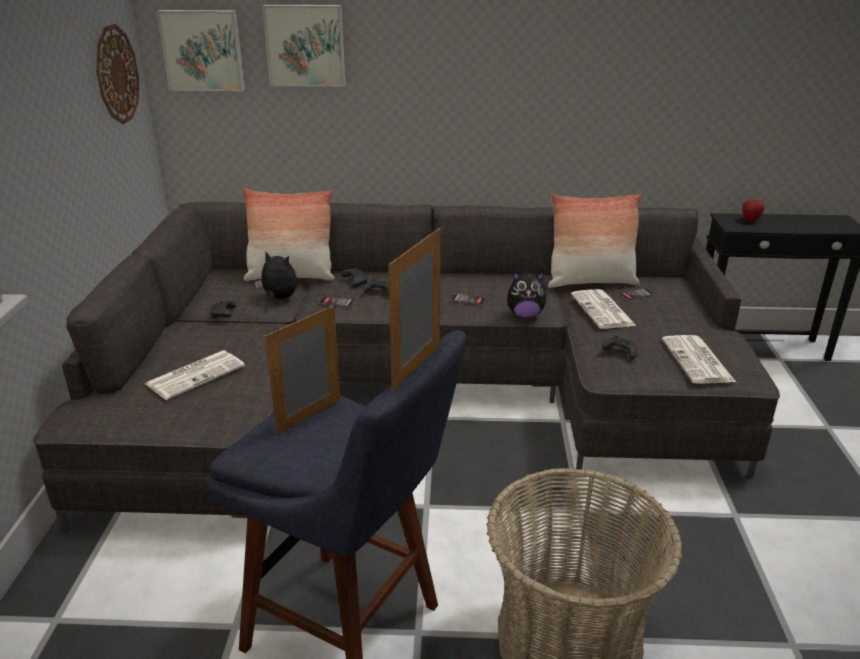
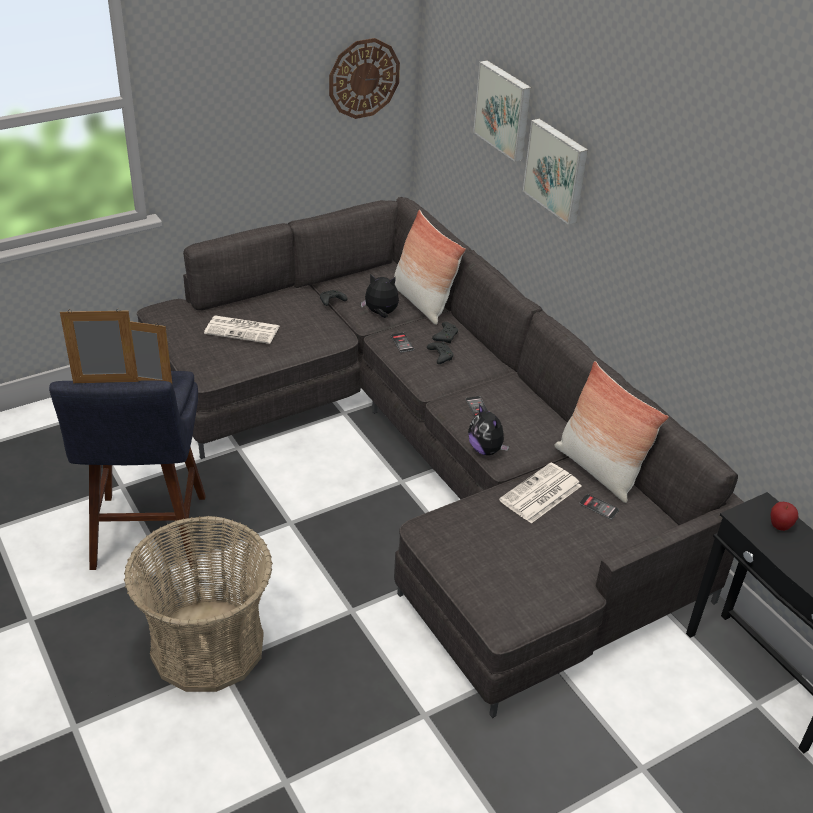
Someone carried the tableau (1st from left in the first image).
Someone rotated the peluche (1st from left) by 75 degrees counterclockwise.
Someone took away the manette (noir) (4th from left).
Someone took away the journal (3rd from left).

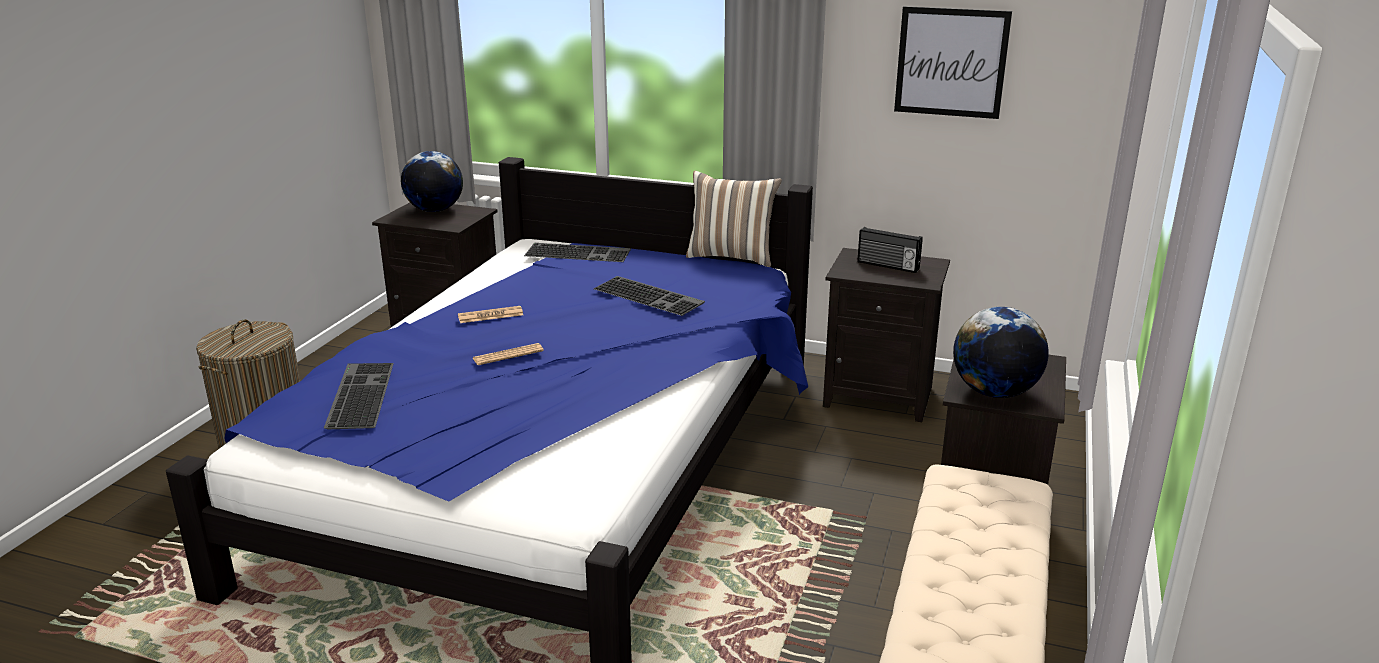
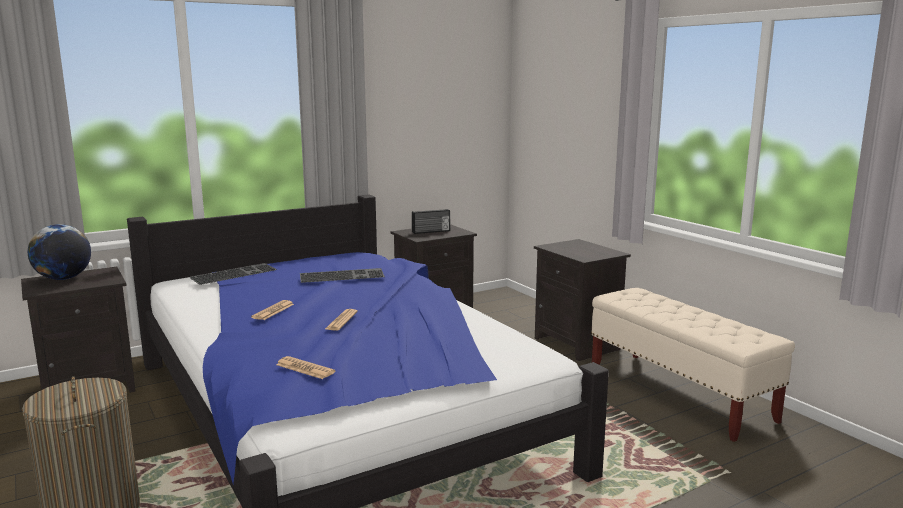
Someone took away the tableau.
Someone took away the coussin.
Someone took away the globe (2nd from left).
Someone swapped the clavier (1st from left) for the journal (2nd from left).

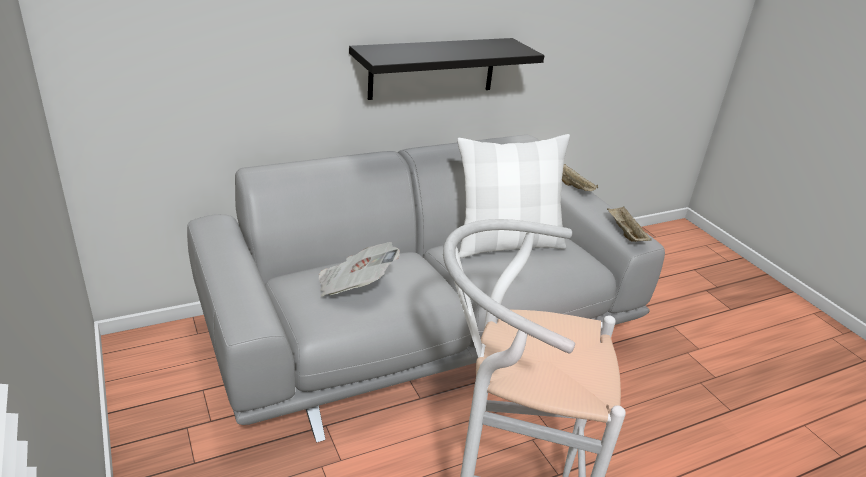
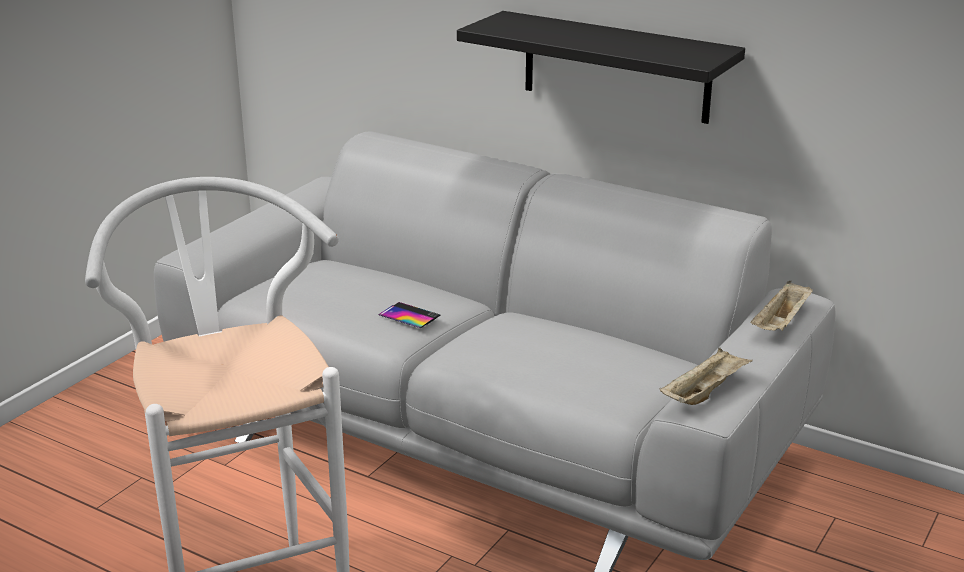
Someone took away the coussin (blanc).
Someone took away the journal.
Someone put down the téléphone.

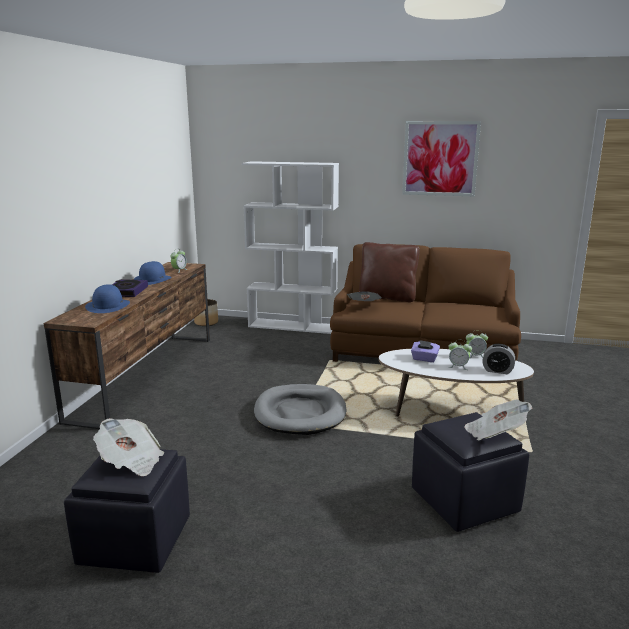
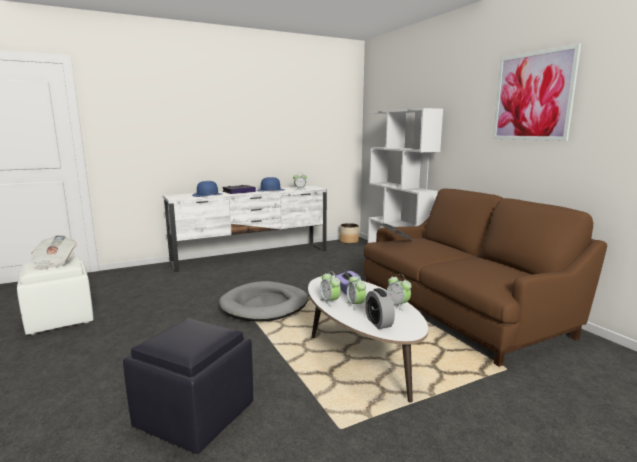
Someone took away the coussin (marron).
Someone repainted the meuble télé (marron), which became the meuble télé (blanc).
Someone took away the journal (3rd from left).
Someone repainted the pouf (noir) (1st from left), which became the pouf (blanc).
Someone put down the réveil (2nd from left).

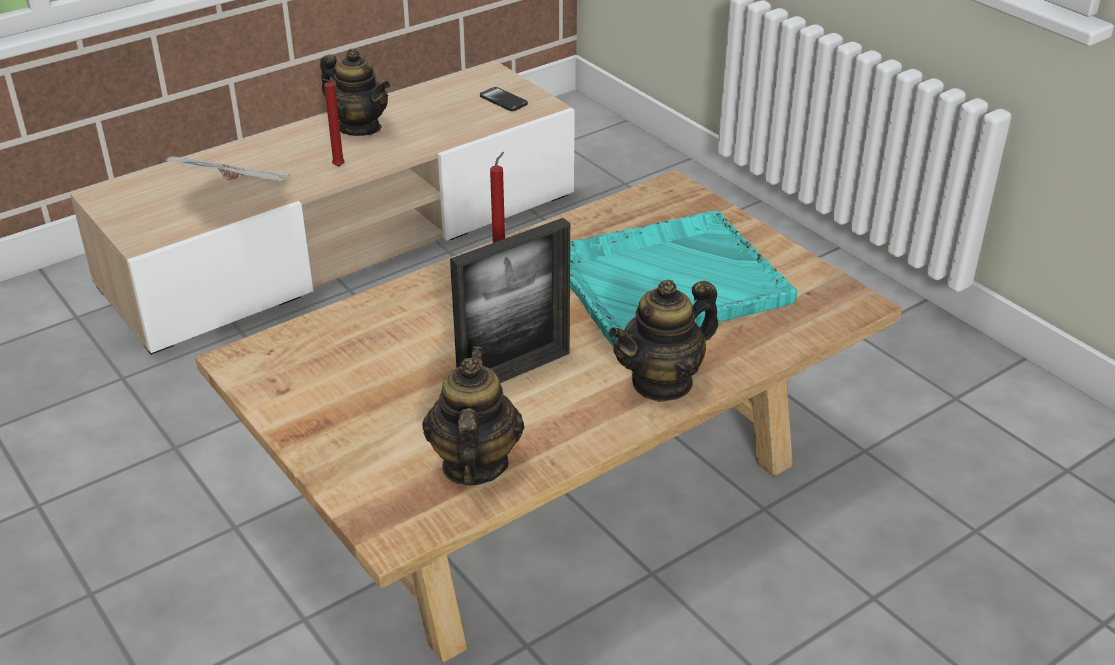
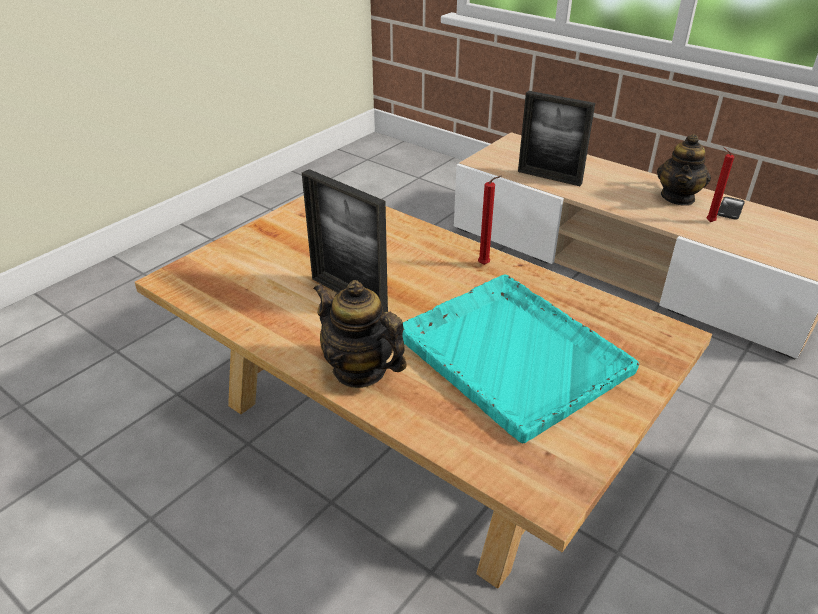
Someone carried the bougie (rouge) (1st from left in the first image).
Someone carried the téléphone.
Someone swapped the journal for the cadre photo (2nd from left).
Someone took away the théière (2nd from left).

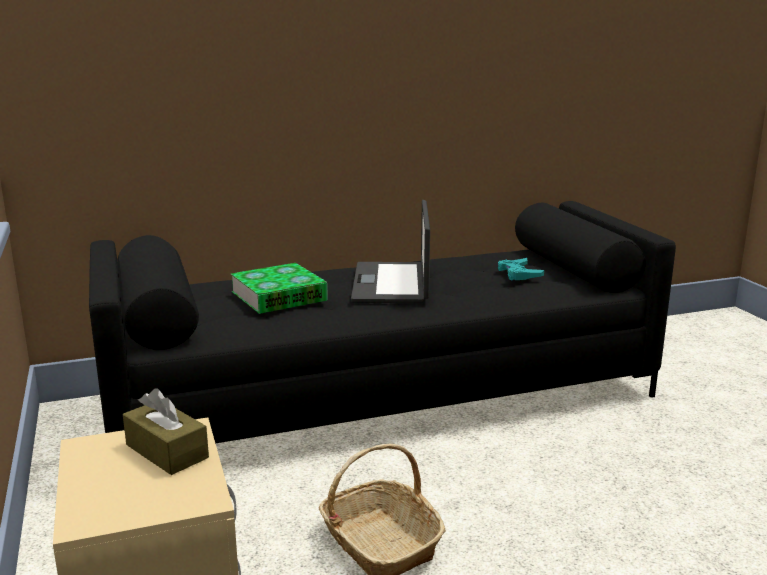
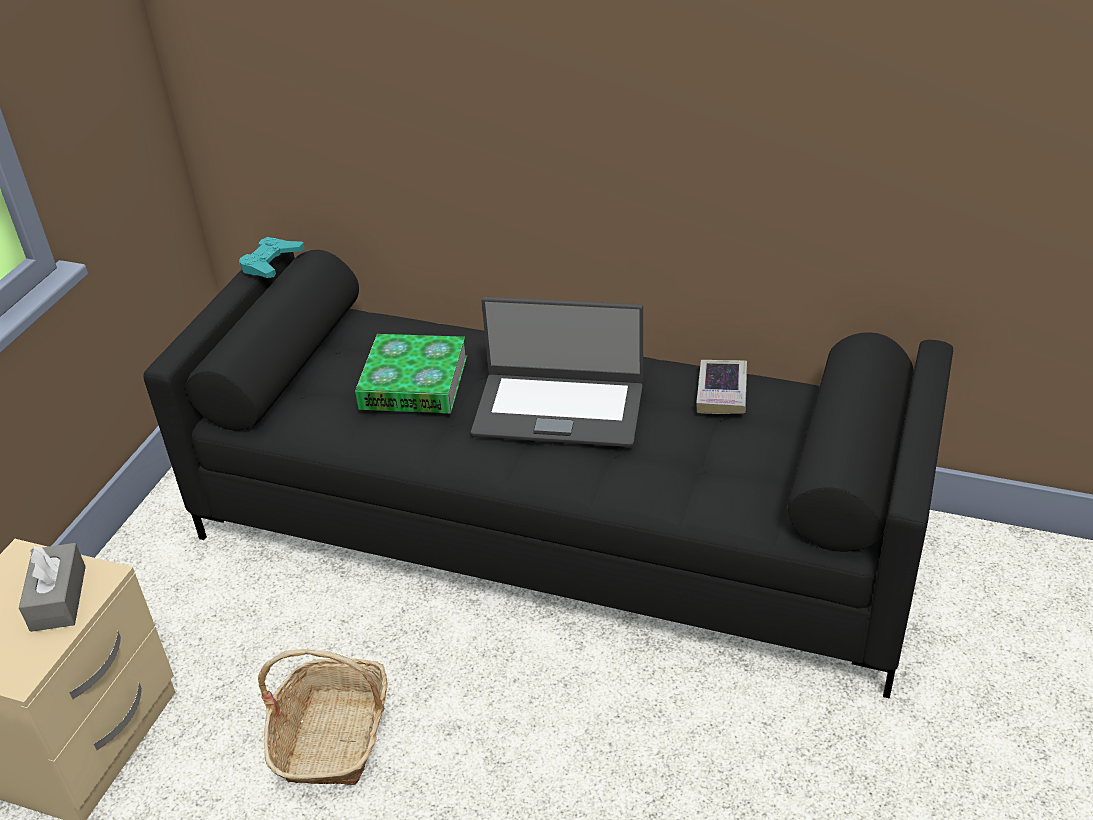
Someone rotated the ordinateur portable by 120 degrees counterclockwise.
Someone carried the manette (turquoise).
Someone repainted the boîte à mouchoirs (marron), which became the boîte à mouchoirs (gris).
Someone put down the livre (2nd from left).

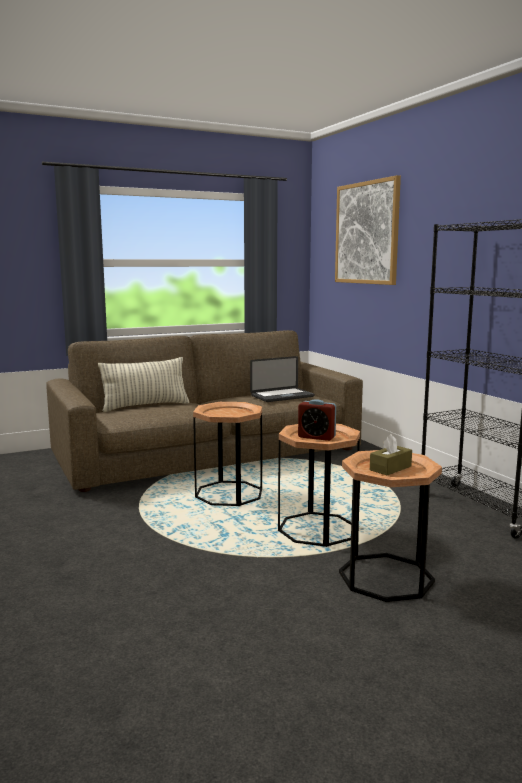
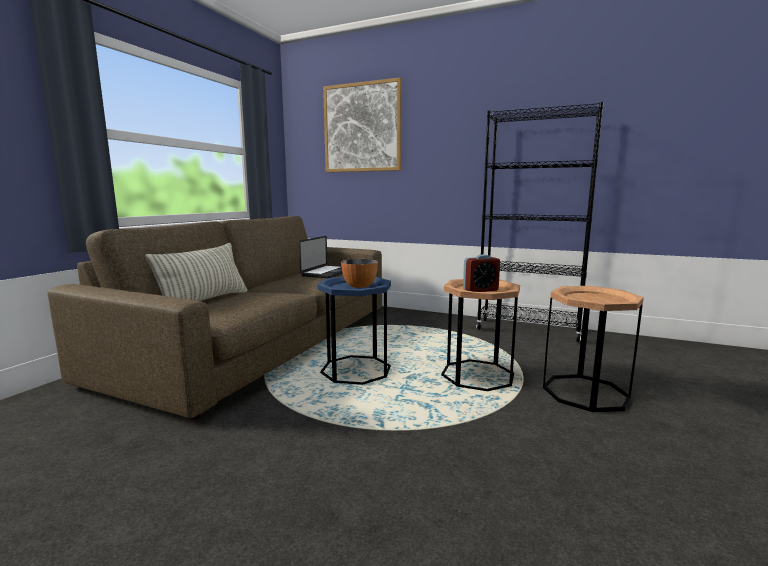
Someone repainted the table d'appoint (marron) (1st from left), which became the table d'appoint (bleu).
Someone took away the boîte à mouchoirs (marron).
Someone put down the bol.

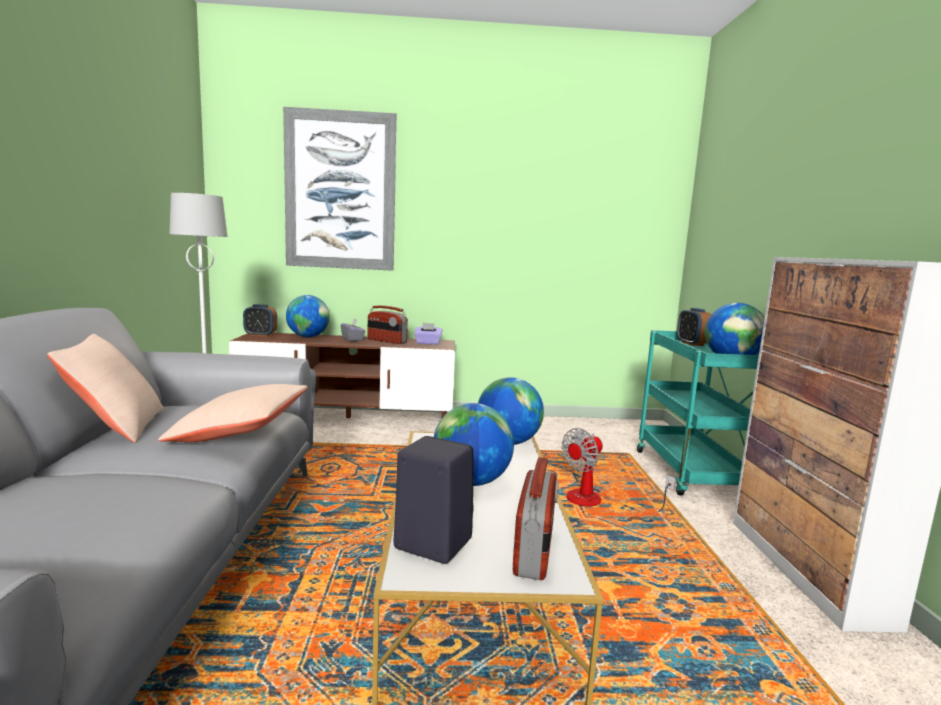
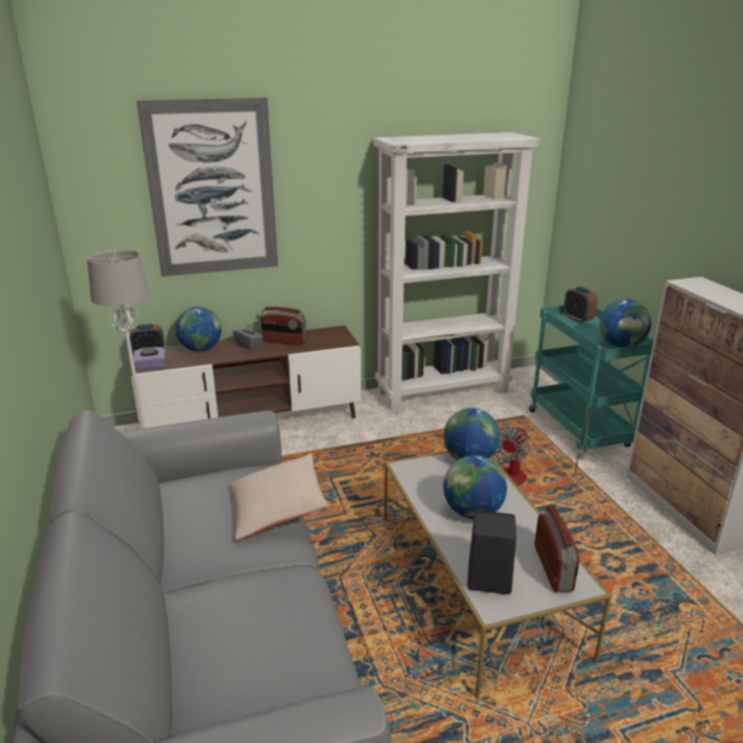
Someone carried the boîte à mouchoirs (violet).
Someone took away the coussin (beige) (1st from left).
Someone put down the bibliothèque (blanc).

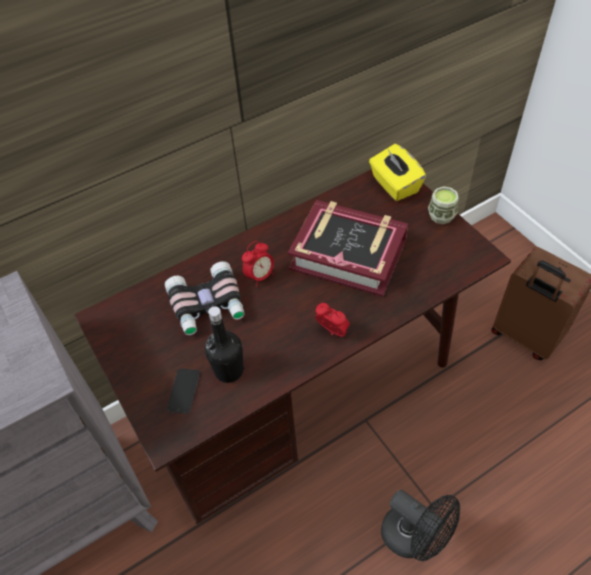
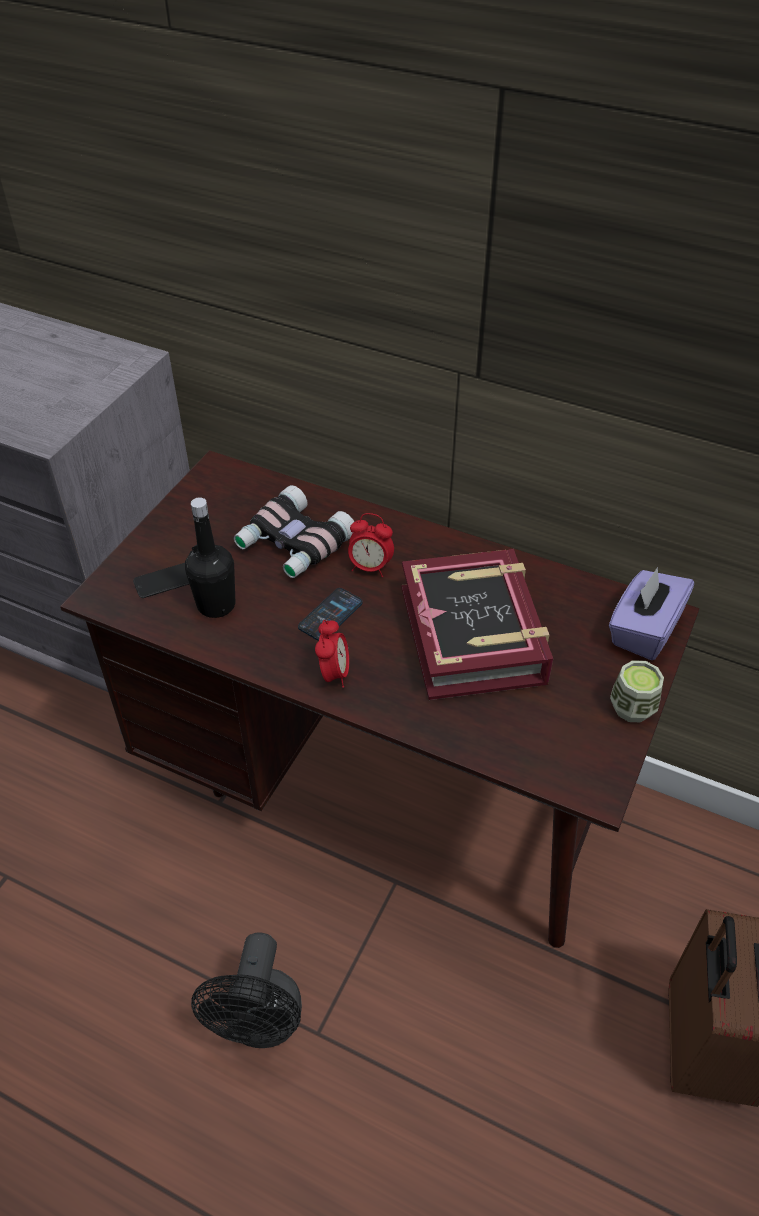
Someone repainted the boîte à mouchoirs (jaune), which became the boîte à mouchoirs (violet).
Someone put down the téléphone (2nd from left).

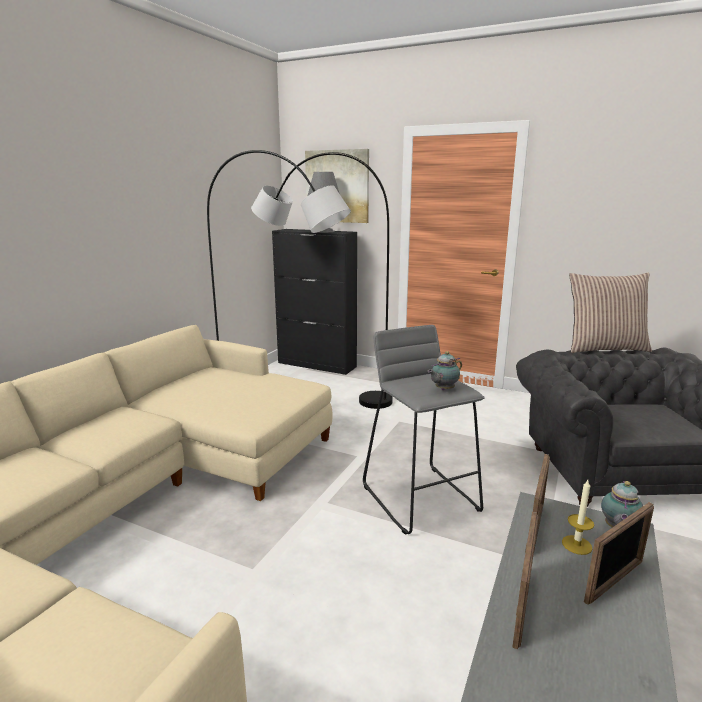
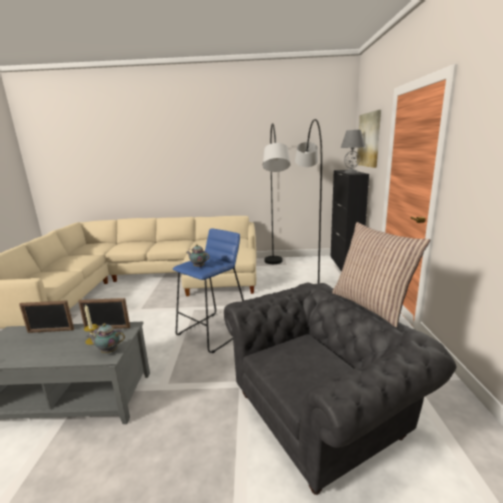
Someone repainted the tabouret (gris), which became the tabouret (bleu).
Someone took away the cadre photo (3rd from left).

